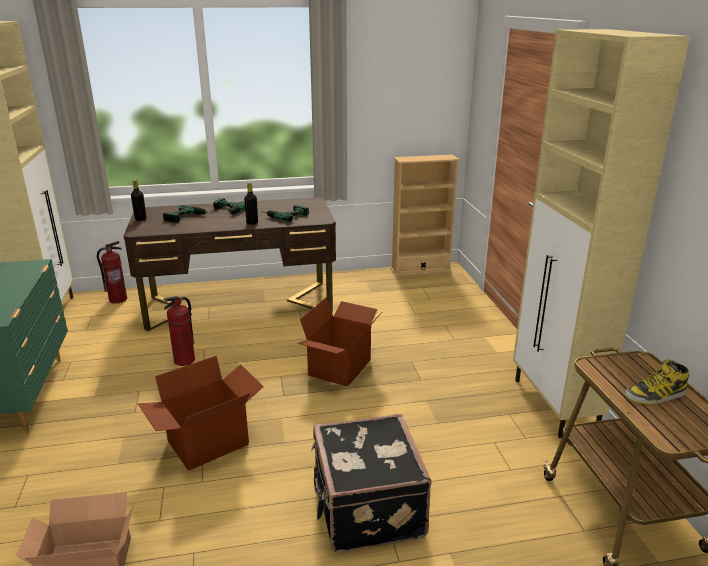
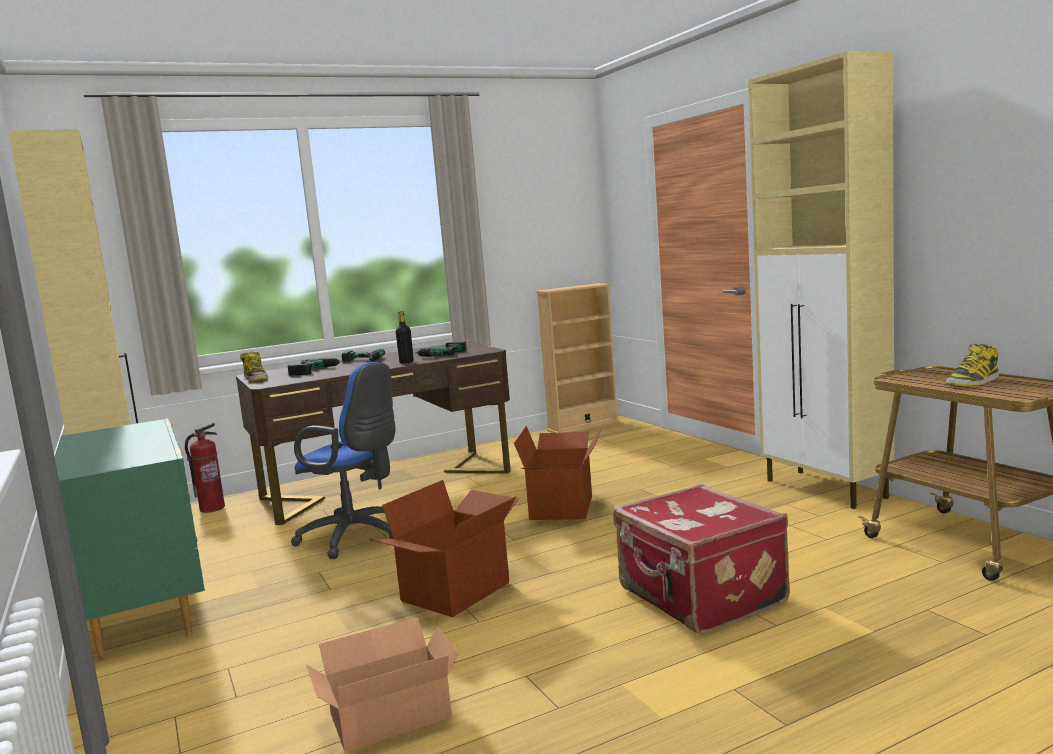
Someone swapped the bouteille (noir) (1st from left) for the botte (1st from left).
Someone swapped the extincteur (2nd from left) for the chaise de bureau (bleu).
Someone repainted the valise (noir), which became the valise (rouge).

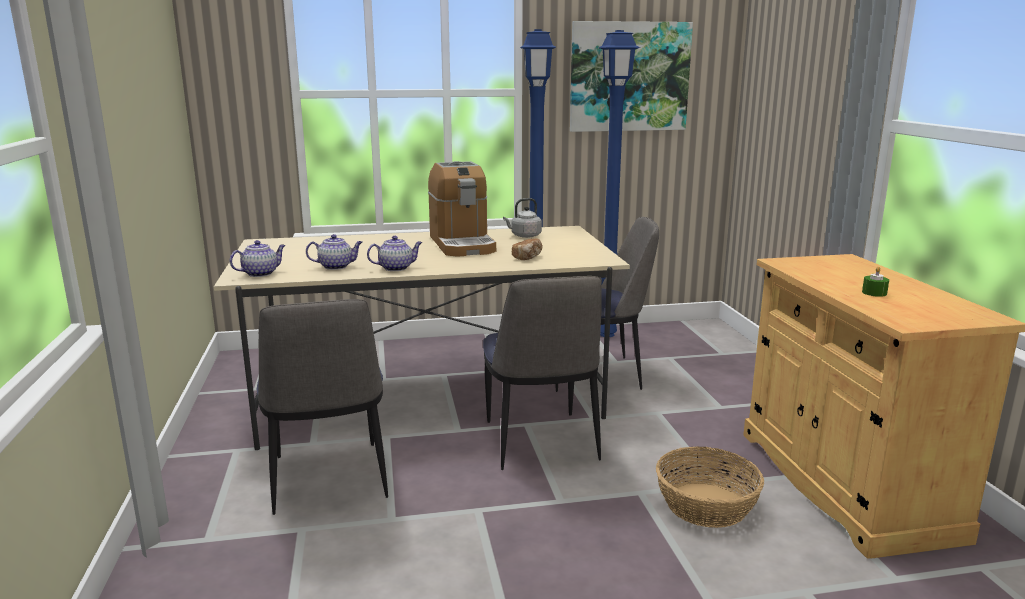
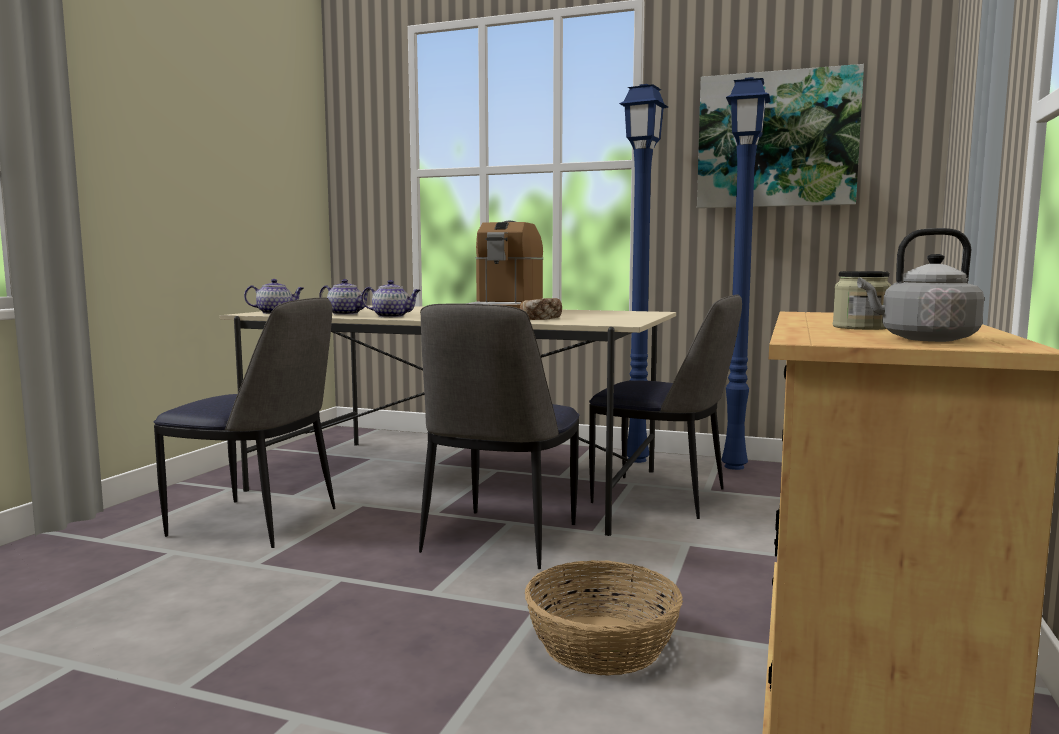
Someone carried the bouilloire (gris).
Someone swapped the bougie (vert) for the bocal.
Someone rotated the chaise (1st from left) by 90 degrees counterclockwise.

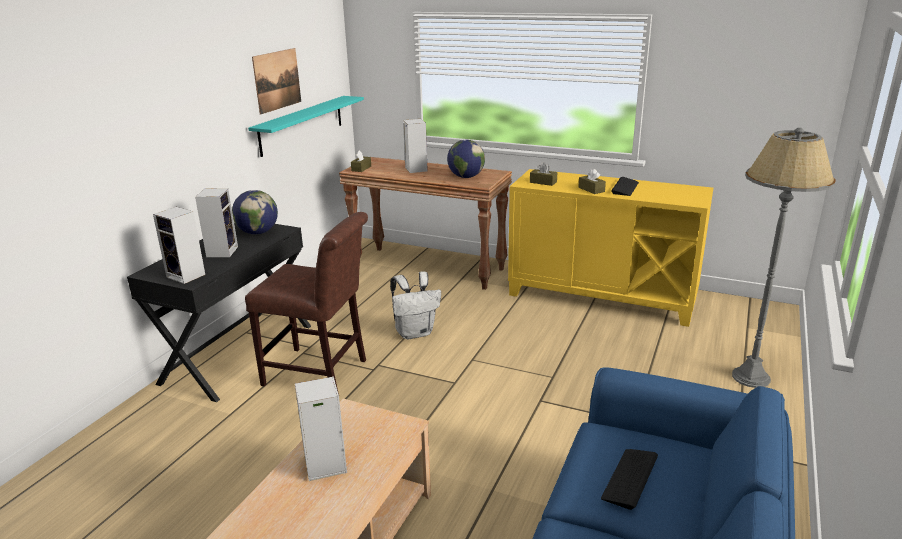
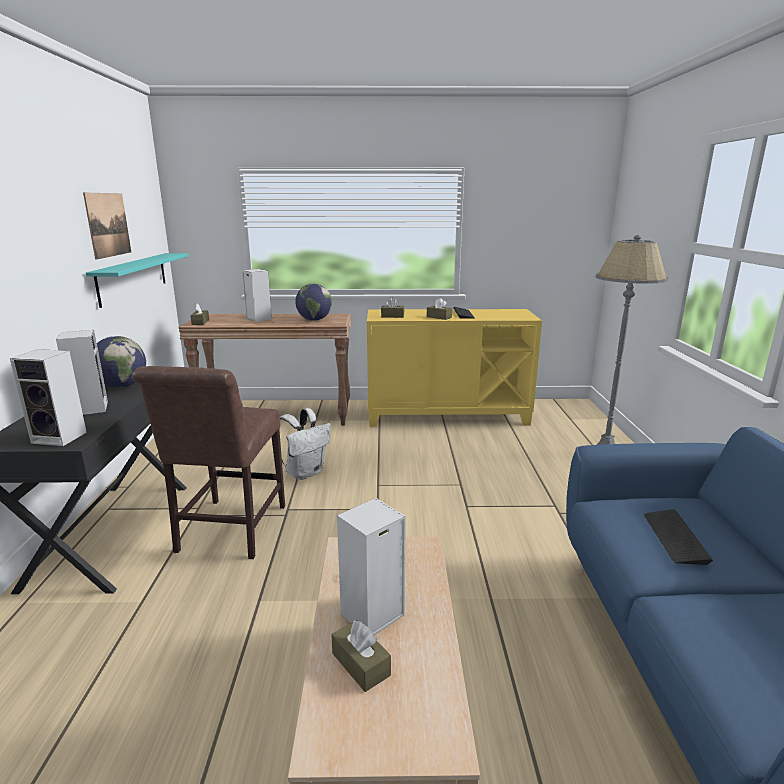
Someone rotated the chaise (marron) by 105 degrees clockwise.
Someone put down the boîte à mouchoirs (marron) (2nd from left).

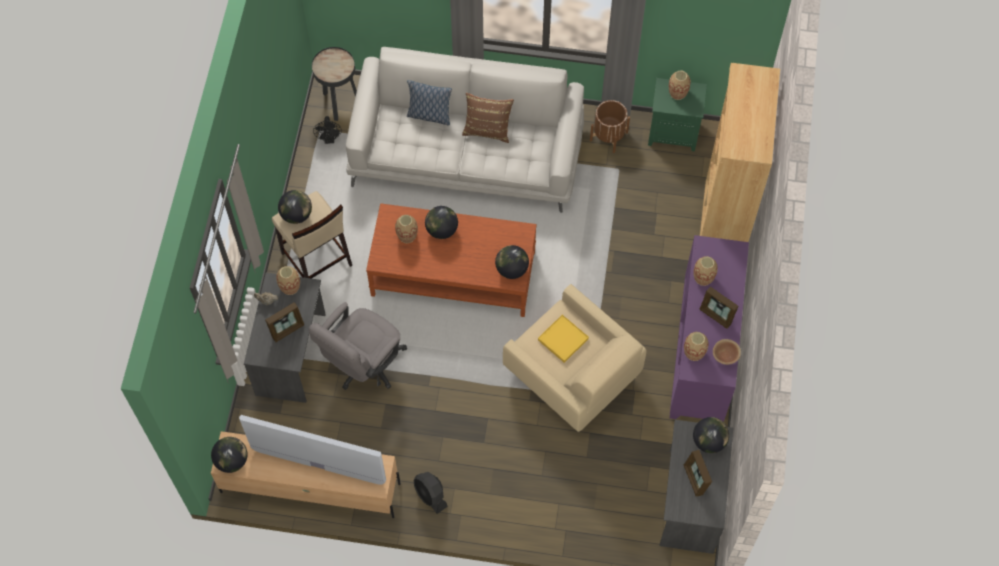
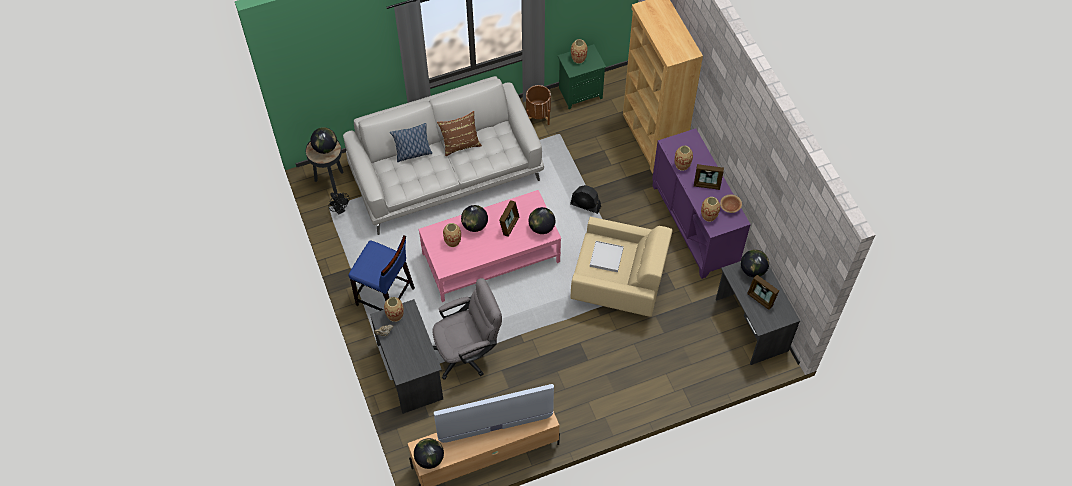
Someone carried the globe (2nd from left in the first image).
Someone repainted the tabouret (beige), which became the tabouret (bleu).
Someone repainted the table basse (marron), which became the table basse (rose).
Someone carried the cadre photo (1st from left).
Someone rotated the chaise de bureau (gris) by 120 degrees counterclockwise.
Someone repainted the plateau (jaune), which became the plateau (blanc).
Someone carried the ventilateur (noir) (2nd from left).

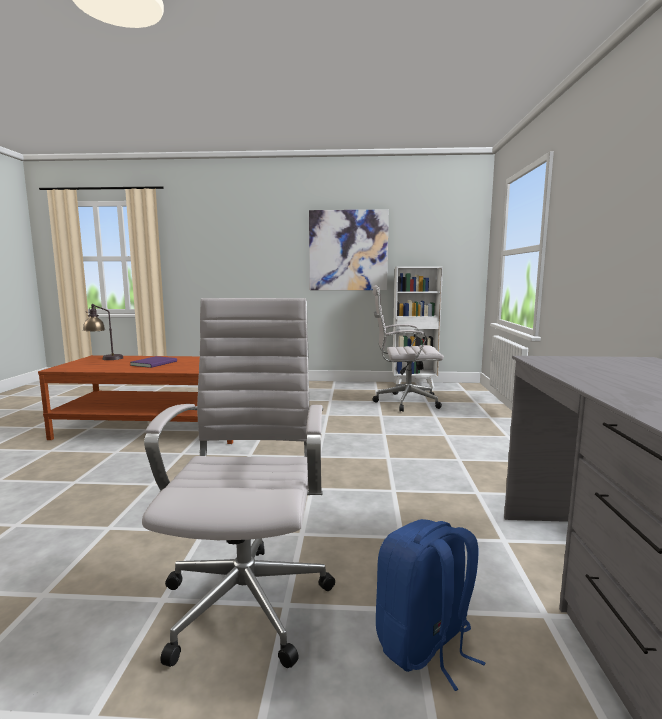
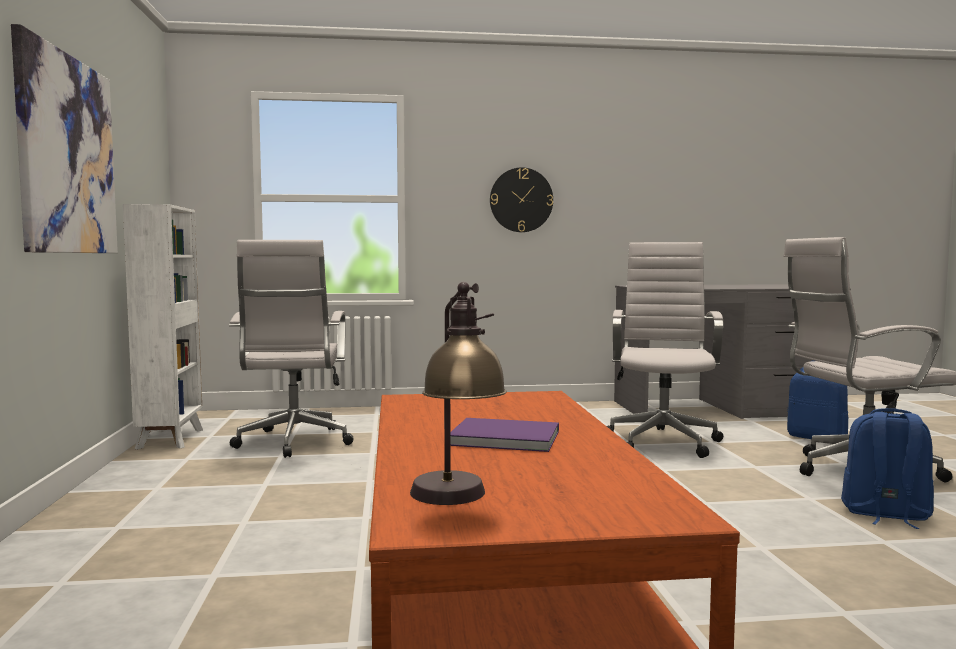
Someone put up the horloge murale.
Someone put down the chaise de bureau (blanc) (2nd from left).
Someone put down the sac à dos (bleu) (2nd from left).

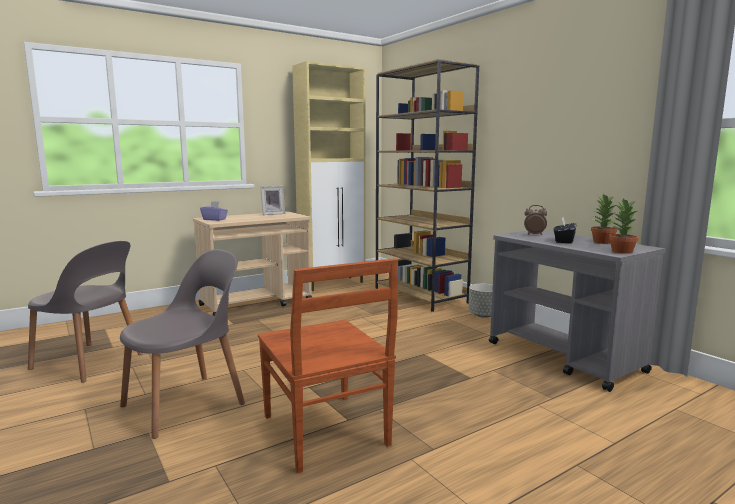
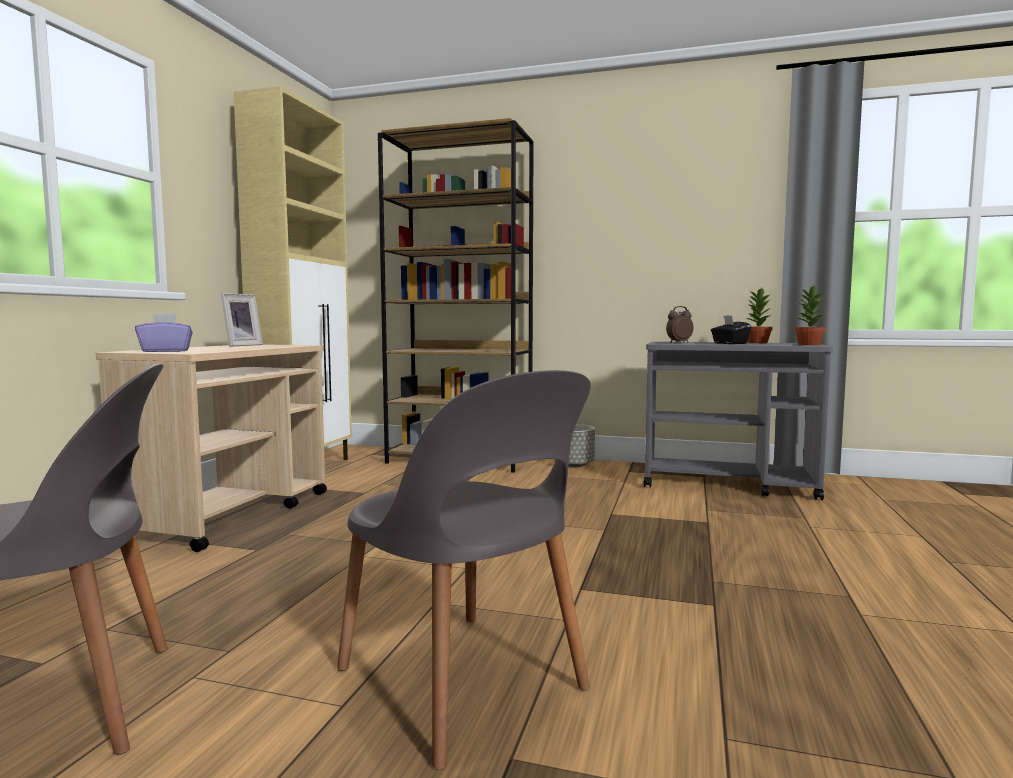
Someone rotated the chaise (gris) (2nd from left) by 135 degrees clockwise.
Someone took away the chaise (marron).

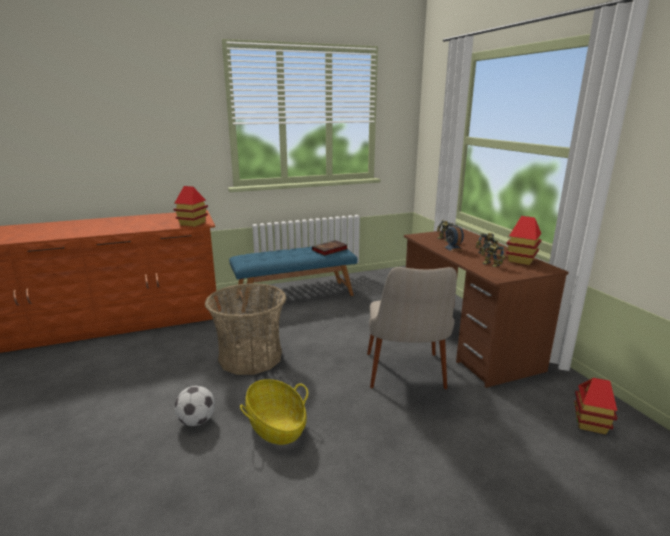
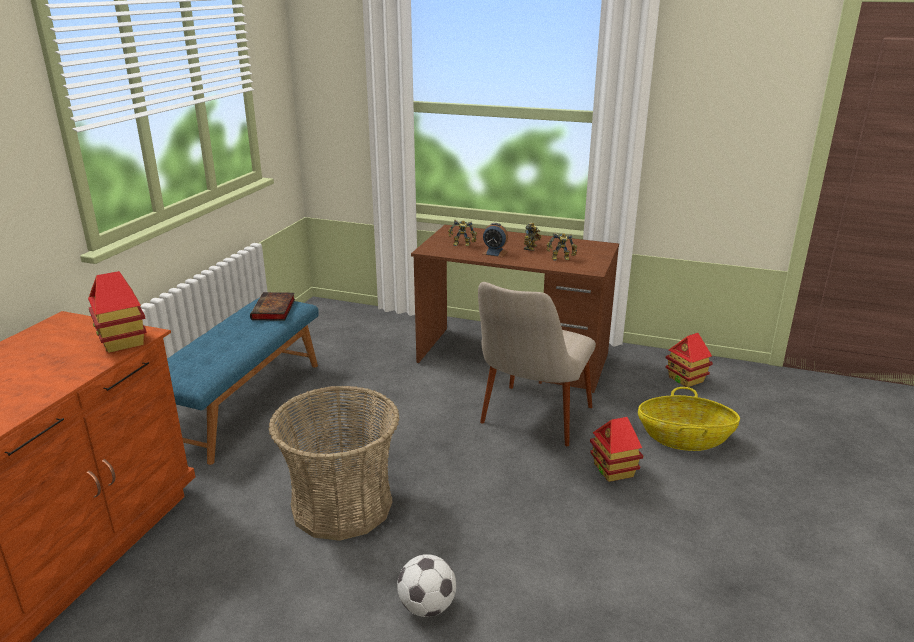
Someone carried the maison miniature (2nd from left).
Someone rotated the chaise (beige) by 75 degrees clockwise.
Someone carried the panier (2nd from left).

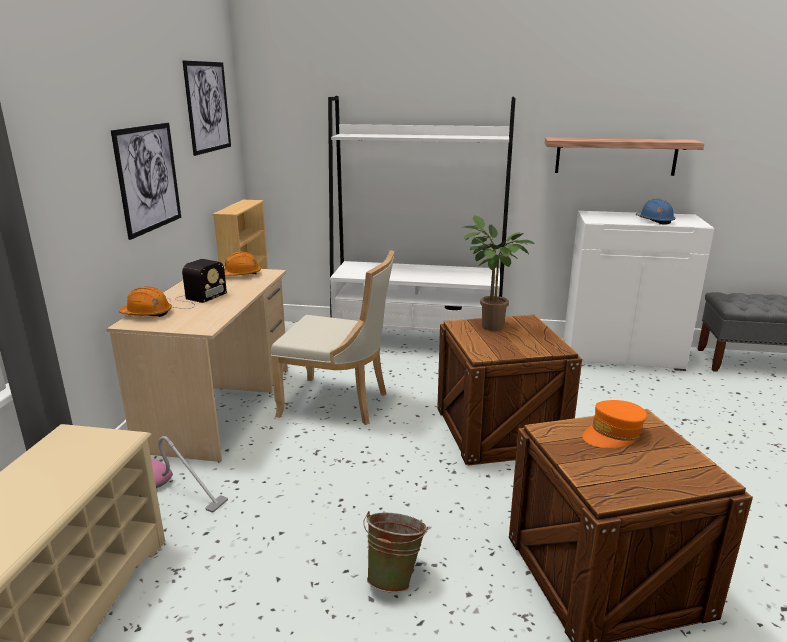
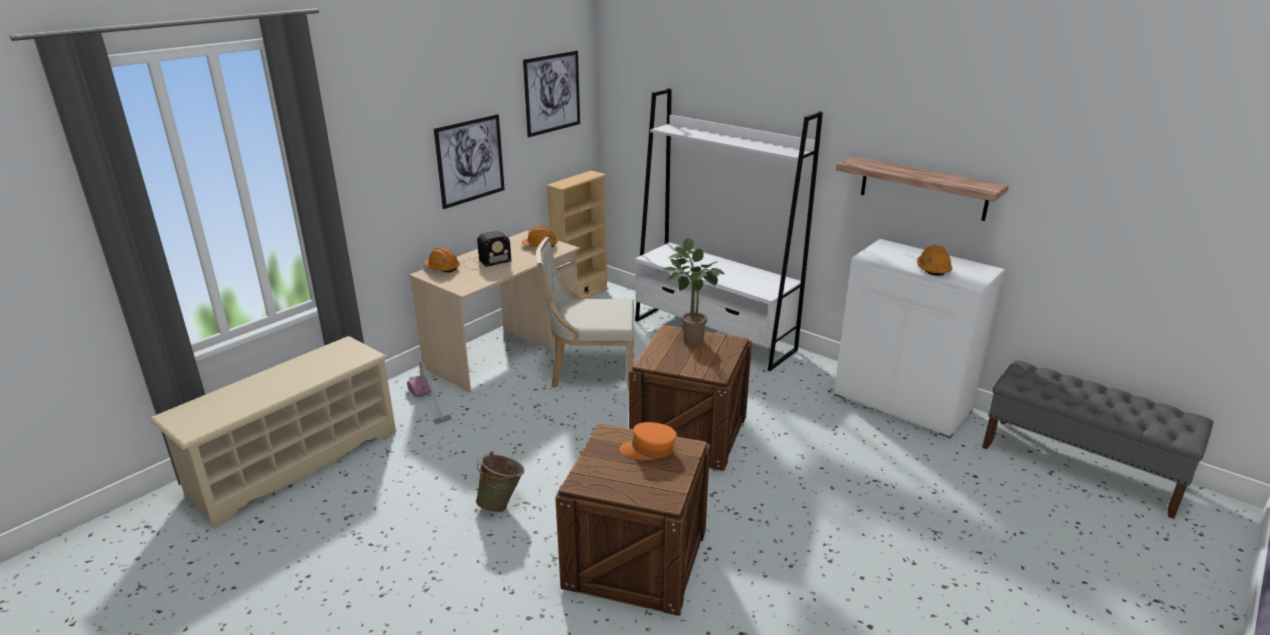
Someone repainted the casque de chantier (bleu), which became the casque de chantier (orange) (3rd from left).
Someone rotated the chaise (beige) by 135 degrees clockwise.

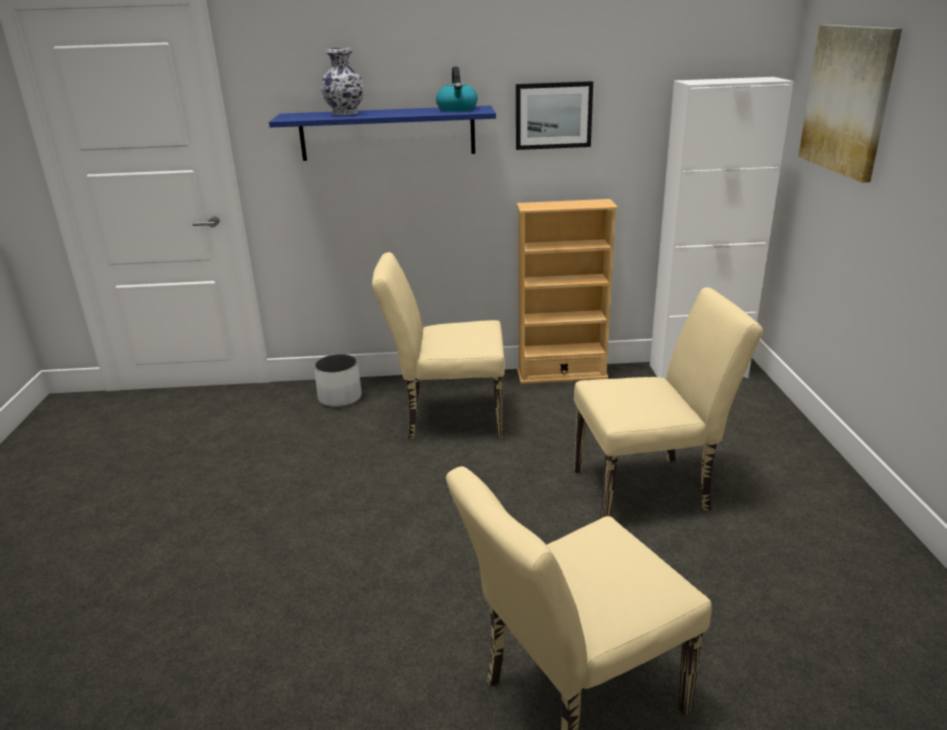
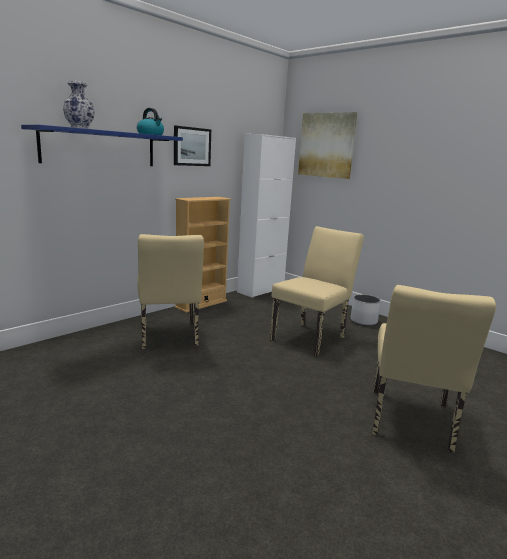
Someone rotated the chaise (beige) (1st from left) by 60 degrees counterclockwise.
Someone carried the cache-pot (blanc).

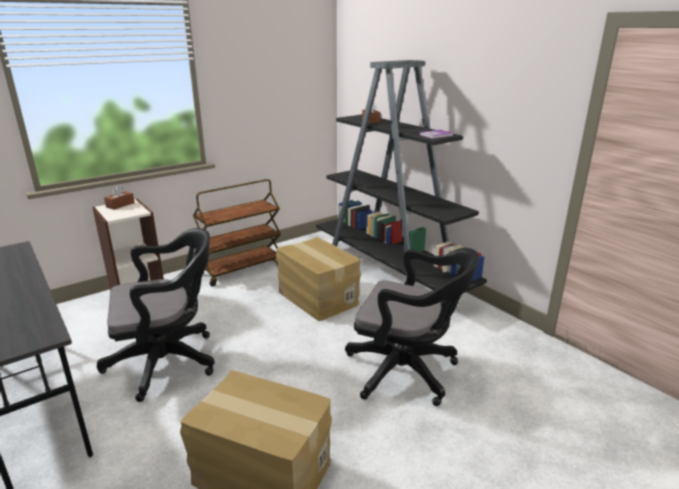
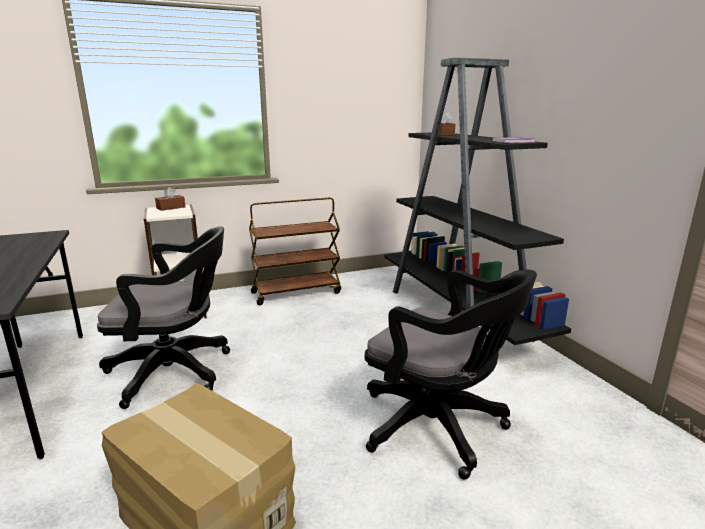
Someone took away the carton (2nd from left).

